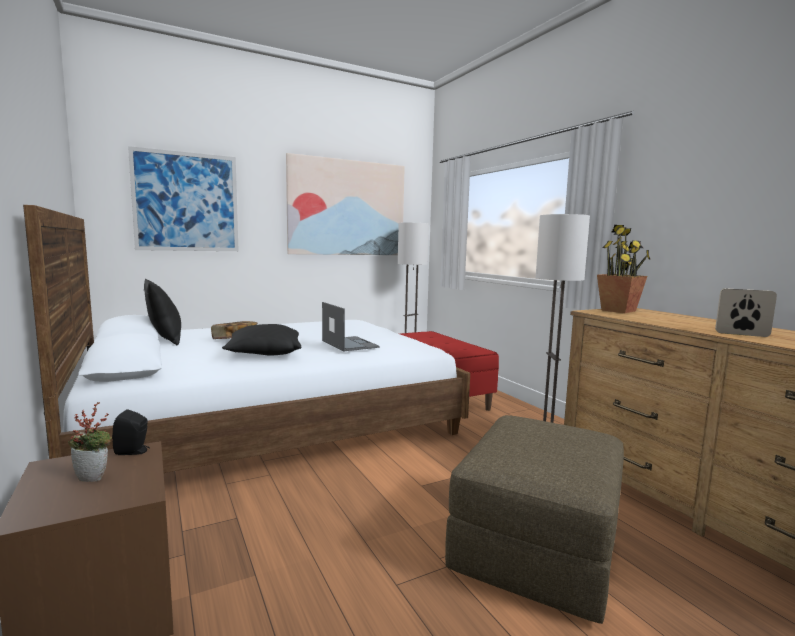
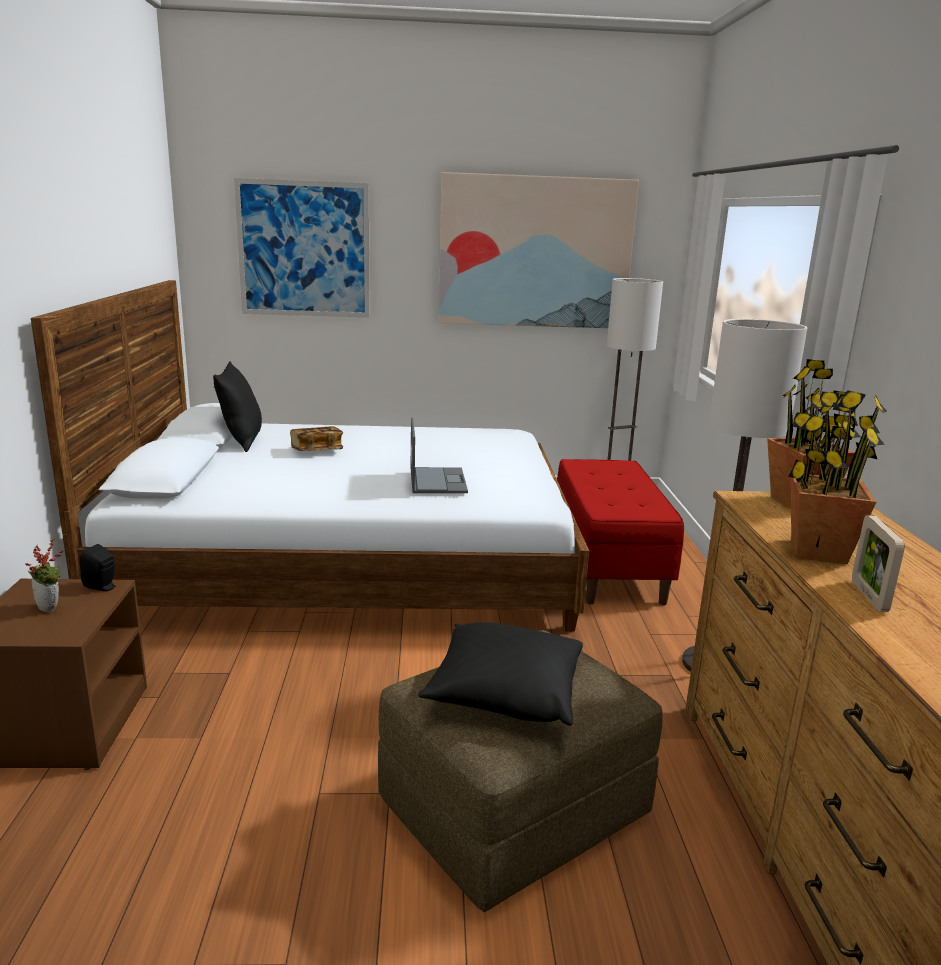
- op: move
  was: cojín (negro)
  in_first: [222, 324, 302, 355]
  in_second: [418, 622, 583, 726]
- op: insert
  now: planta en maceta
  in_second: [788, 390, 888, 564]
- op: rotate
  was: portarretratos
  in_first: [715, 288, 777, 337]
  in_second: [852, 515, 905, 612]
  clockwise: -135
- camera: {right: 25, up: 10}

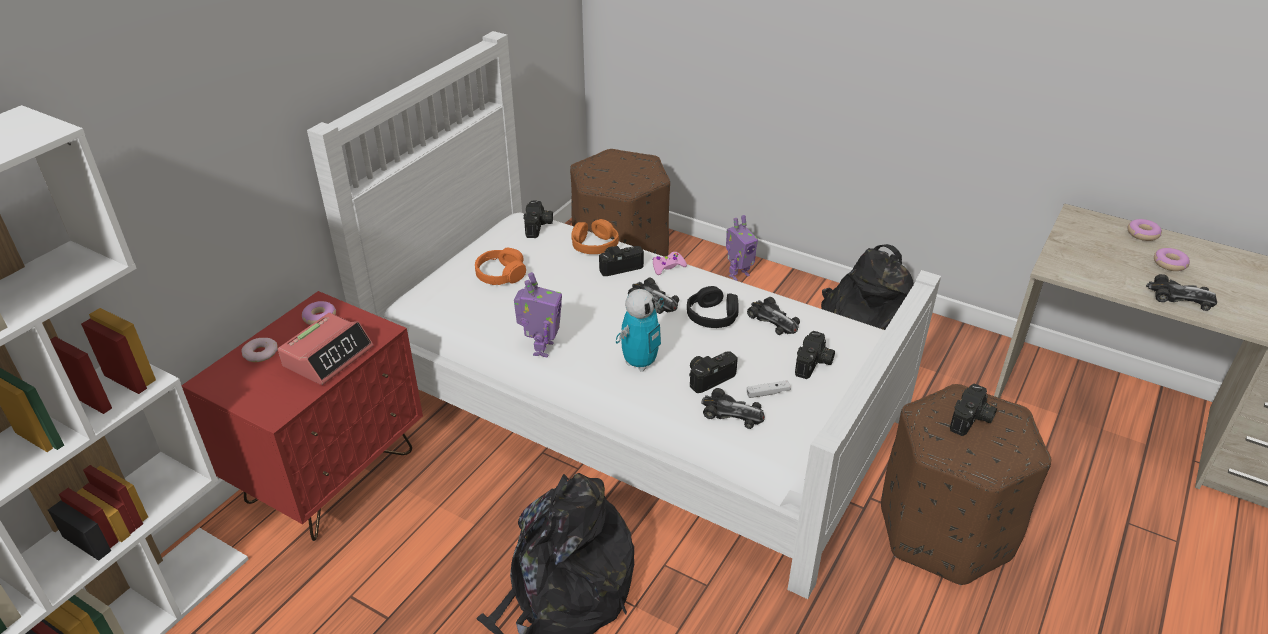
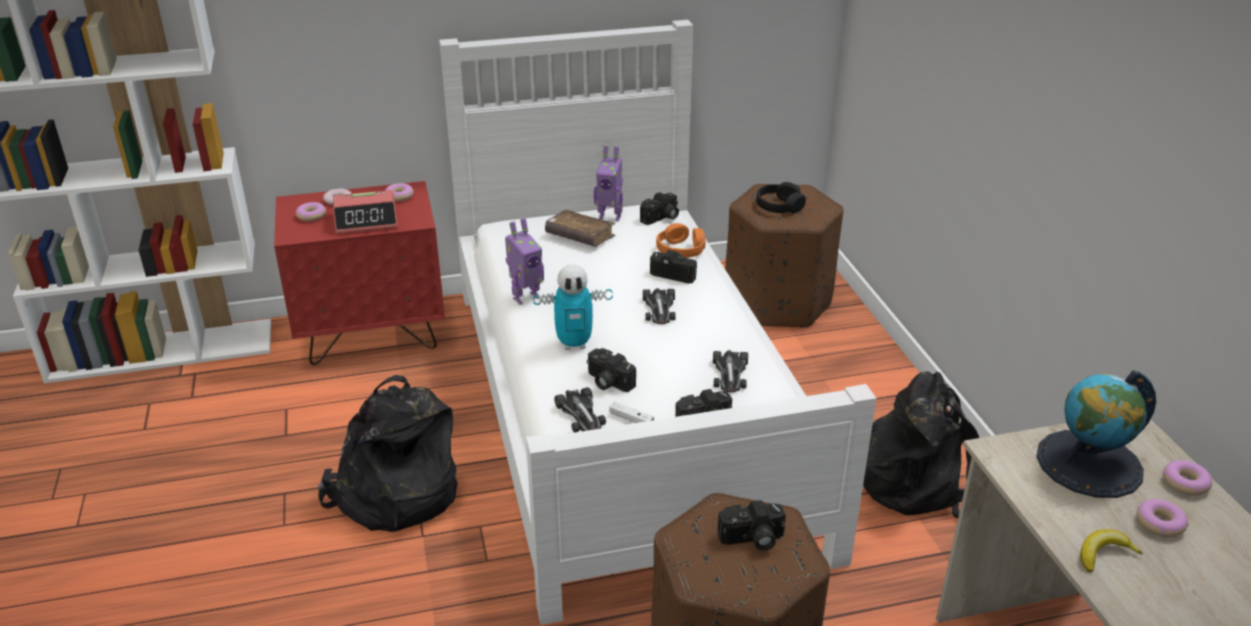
- op: insert
  now: rosquilla
  in_second: [296, 202, 326, 221]
- op: replace
  was: auriculares (naranja)
  now: libro (marrón)
  in_first: [475, 248, 526, 285]
  in_second: [545, 209, 615, 247]
- op: rotate
  was: cámara
  in_first: [689, 351, 738, 393]
  in_second: [587, 348, 636, 392]
  clockwise: -150
- op: move
  was: robot de juguete
  in_first: [726, 215, 758, 281]
  in_second: [594, 145, 623, 222]
- op: move
  was: auriculares (negro)
  in_first: [687, 286, 739, 328]
  in_second: [756, 182, 806, 214]
- op: insert
  now: globo terráqueo
  in_second: [1036, 370, 1156, 498]
- op: replace
  was: coche de juguete
  now: plátano
  in_first: [1146, 274, 1217, 311]
  in_second: [1080, 529, 1143, 572]
- op: delete
  was: mando de consola (rosa)
  in_first: [653, 252, 687, 275]
- camera: {right: 45, up: -5}

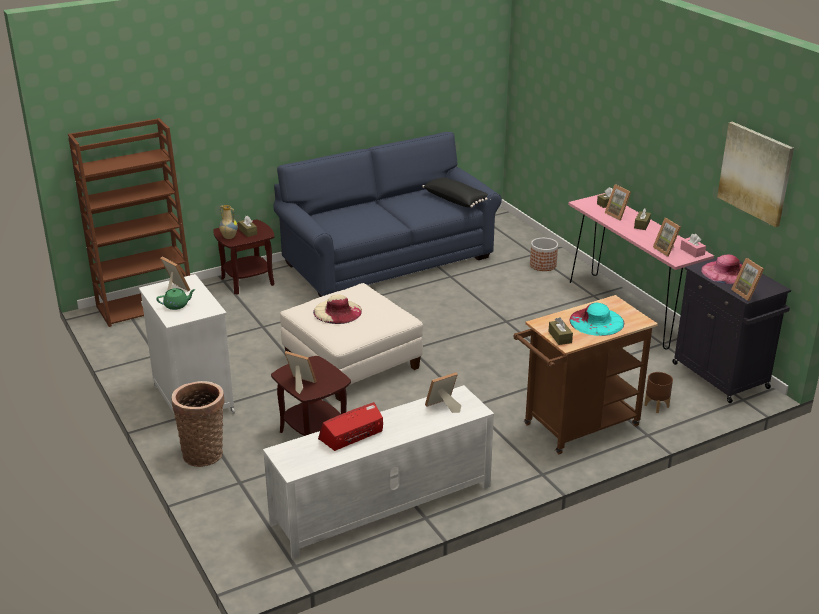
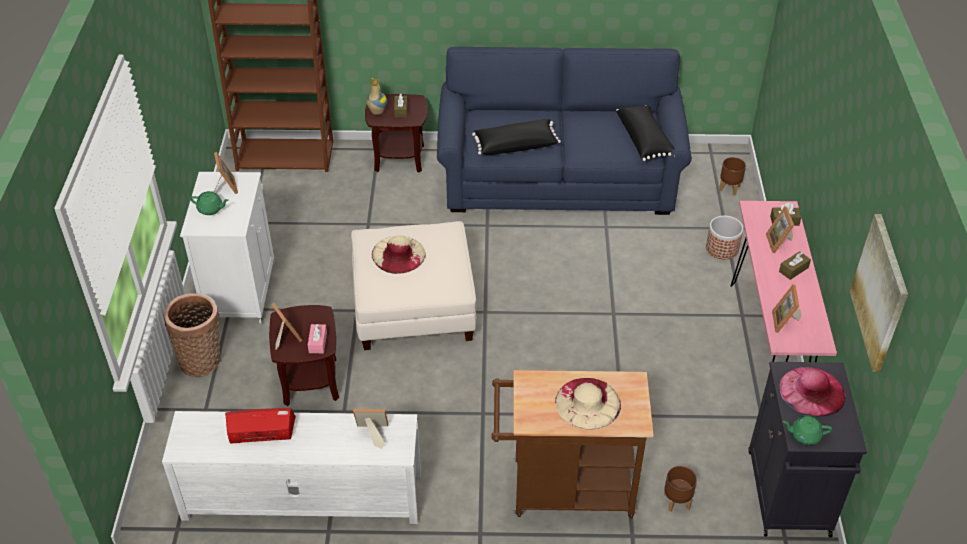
- op: move
  was: caja de pañuelos (rosa)
  in_first: [680, 234, 706, 257]
  in_second: [308, 324, 327, 353]
- op: insert
  now: cojín (negro)
  in_second: [472, 119, 561, 155]
- op: recolor
  was: sombrero (turquesa)
  now: sombrero (beis)
  in_first: [569, 303, 624, 336]
  in_second: [555, 378, 621, 430]
- op: insert
  now: maceta (marrón)
  in_second: [719, 157, 746, 195]
- op: replace
  was: portarretratos
  now: tetera (verde)
  in_first: [731, 258, 764, 301]
  in_second: [782, 415, 832, 445]
- op: delete
  was: caja de pañuelos (marrón)
  in_first: [548, 317, 573, 345]
- camera: {right: 30, up: 15}

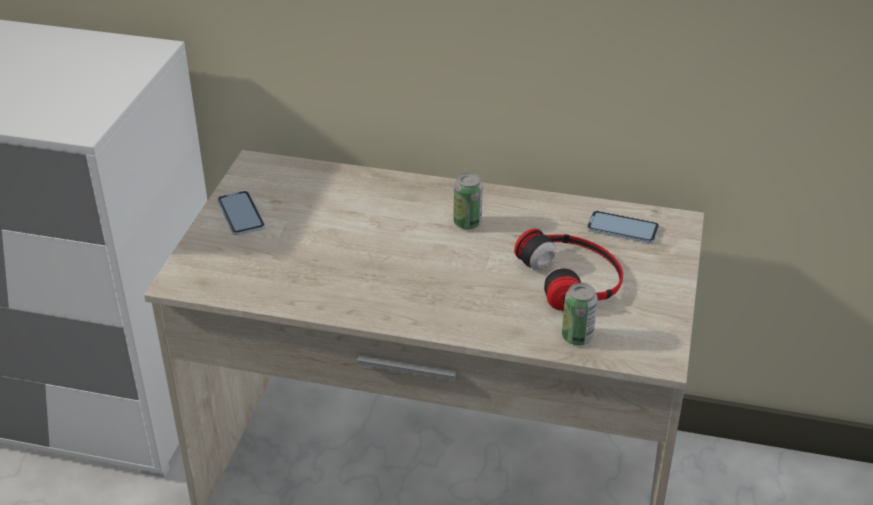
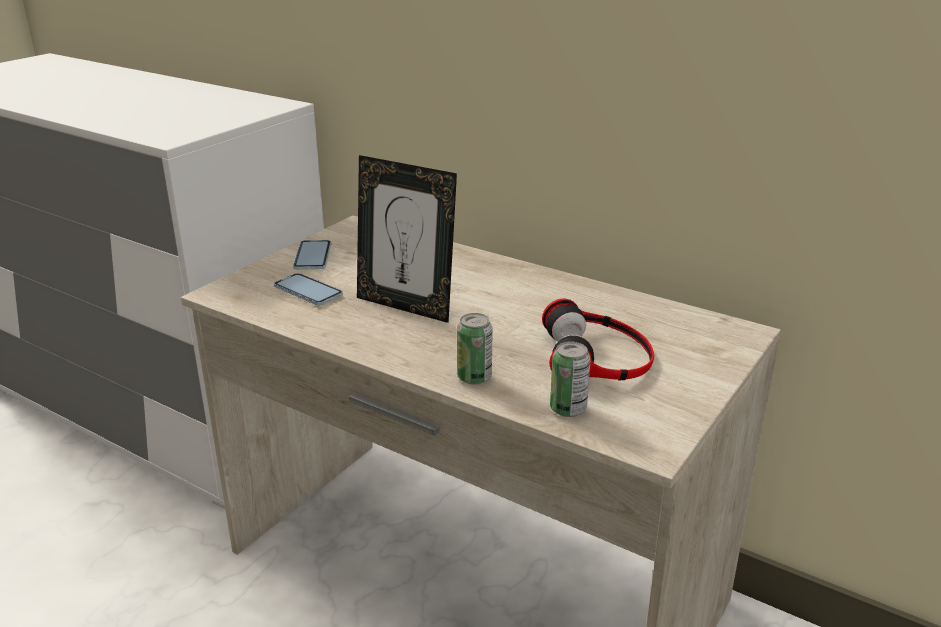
- op: move
  was: móvil
  in_first: [587, 211, 659, 244]
  in_second: [274, 273, 343, 305]
- op: insert
  now: portarretratos
  in_second: [357, 155, 457, 323]
- op: move
  was: lata
  in_first: [453, 173, 483, 230]
  in_second: [457, 313, 493, 384]
- camera: {right: 20, up: -10}

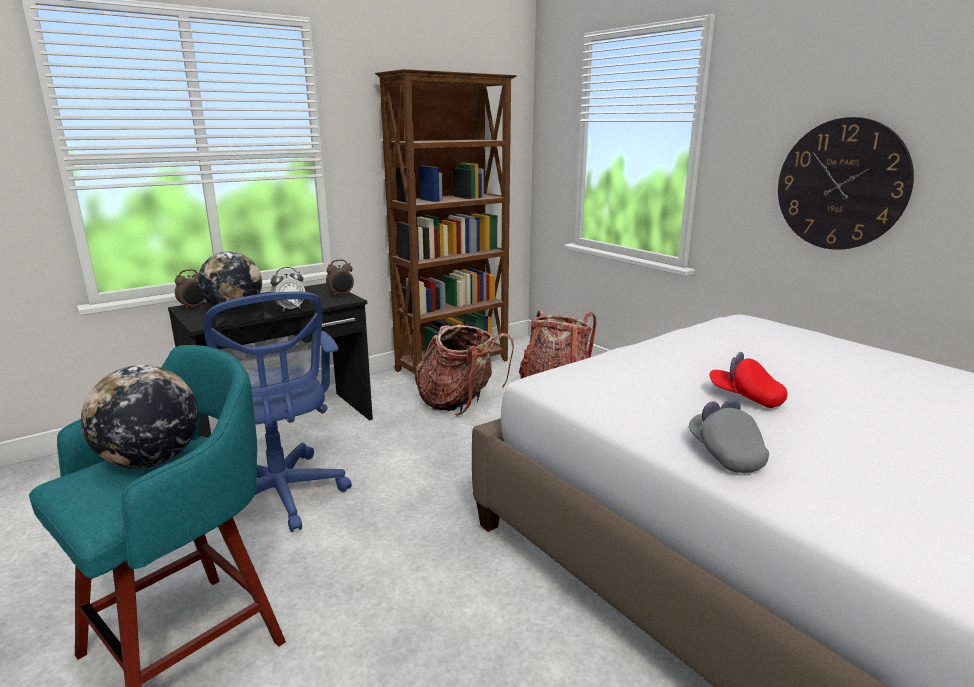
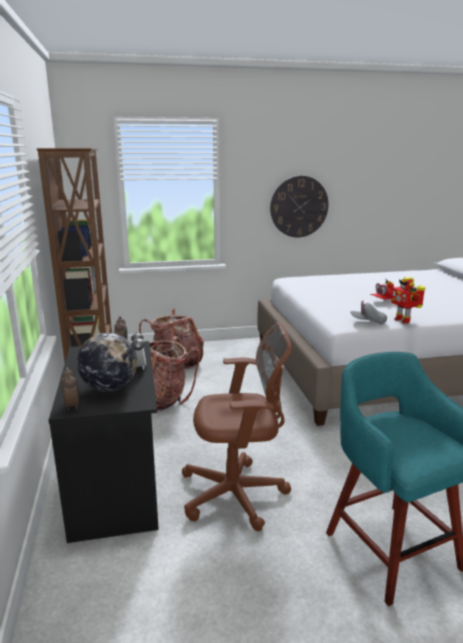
- op: recolor
  was: silla de oficina (azul)
  now: silla de oficina (marrón)
  in_first: [204, 292, 352, 532]
  in_second: [182, 322, 292, 531]
- op: move
  was: gorra (gris)
  in_first: [689, 399, 769, 473]
  in_second: [350, 300, 387, 324]
- op: insert
  now: robot de juguete
  in_second: [385, 277, 425, 324]
- op: delete
  was: globo terráqueo
  in_first: [81, 365, 198, 469]
- camera: {right: -65, up: 0}

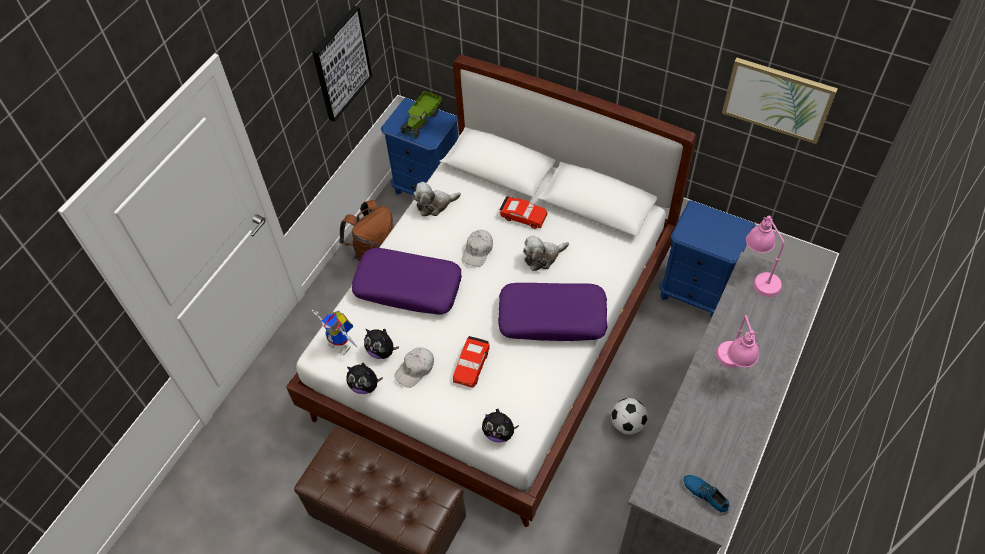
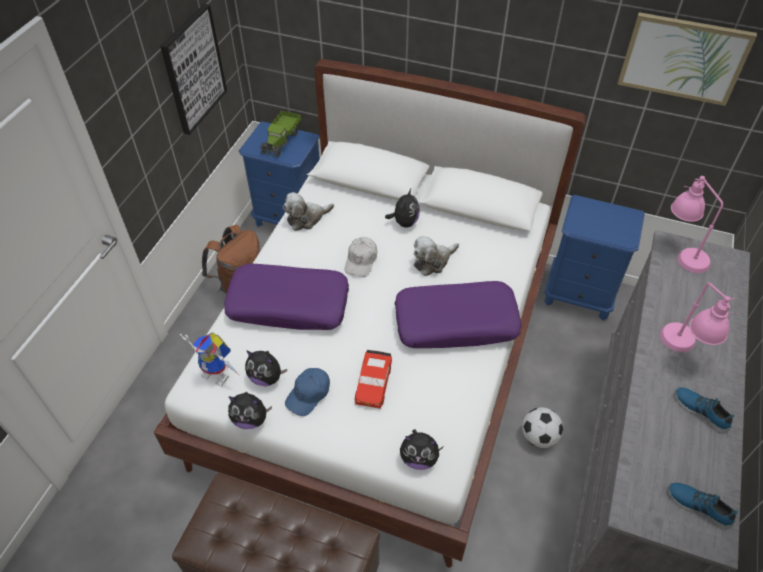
- op: recolor
  was: gorra (blanco)
  now: gorra (azul)
  in_first: [394, 348, 434, 388]
  in_second: [285, 368, 330, 416]
- op: replace
  was: coche de juguete (rojo)
  now: peluche
  in_first: [499, 196, 548, 229]
  in_second: [385, 189, 420, 227]
- op: insert
  now: zapato
  in_second: [675, 387, 734, 433]
- camera: {right: -10, up: -5}

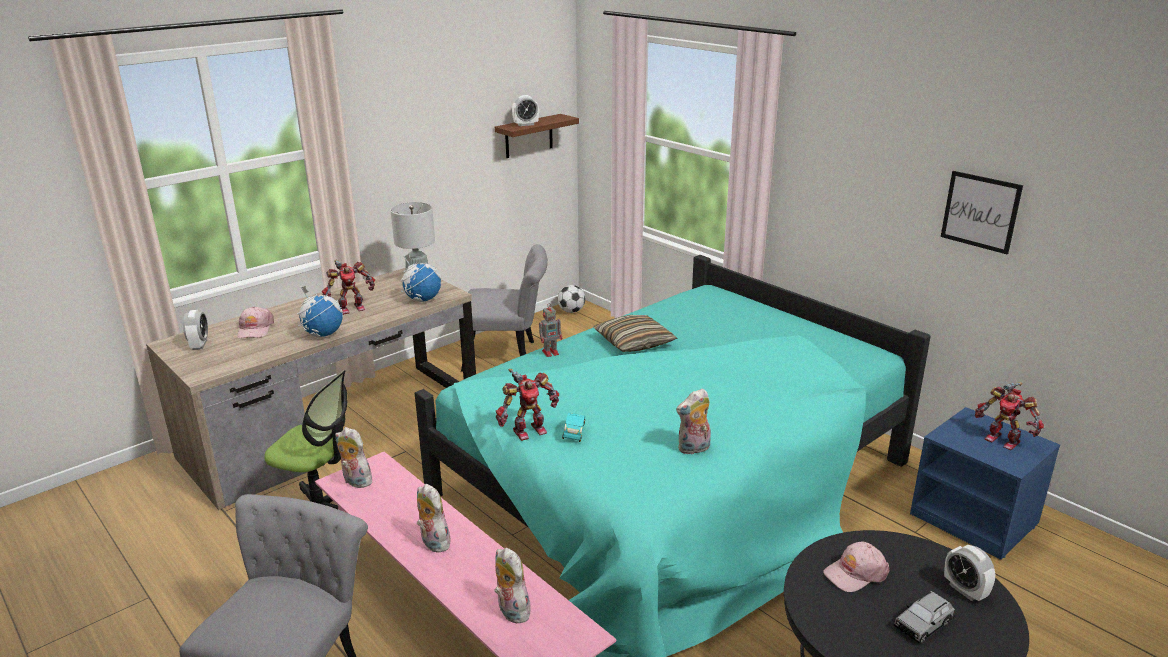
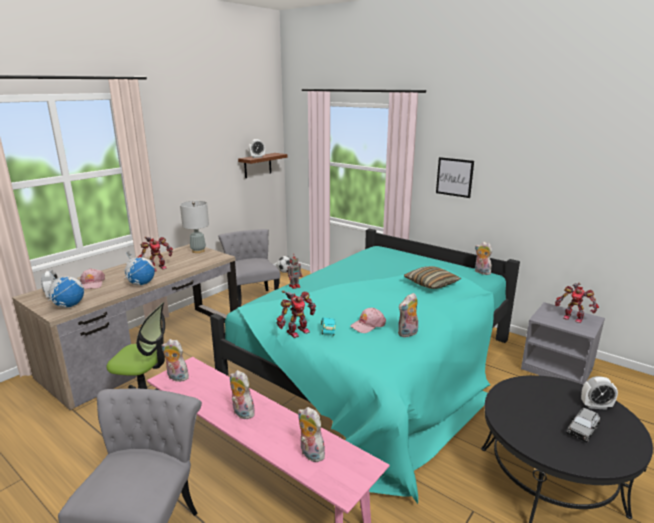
- op: move
  was: globo terráqueo
  in_first: [400, 254, 441, 302]
  in_second: [47, 270, 84, 308]
- op: rotate
  was: silla (gris)
  in_first: [461, 244, 548, 372]
  in_second: [218, 229, 280, 307]
  clockwise: -105
- op: move
  was: gorra (rosa)
  in_first: [823, 542, 889, 592]
  in_second: [350, 308, 386, 333]
- op: move
  was: cojín
  in_first: [593, 315, 678, 352]
  in_second: [404, 266, 462, 289]
- op: move
  was: cuadro
  in_first: [941, 171, 1023, 254]
  in_second: [436, 157, 474, 198]
- op: insert
  now: peluche
  in_second: [475, 242, 492, 275]
- op: recolor
  was: mesita de noche (azul)
  now: mesita de noche (gris)
  in_first: [910, 407, 1060, 560]
  in_second: [521, 302, 605, 385]
- op: rotate
  was: despertador
  in_first: [944, 545, 995, 601]
  in_second: [581, 376, 618, 410]
  clockwise: -45
- camera: {right: -10, up: -5}

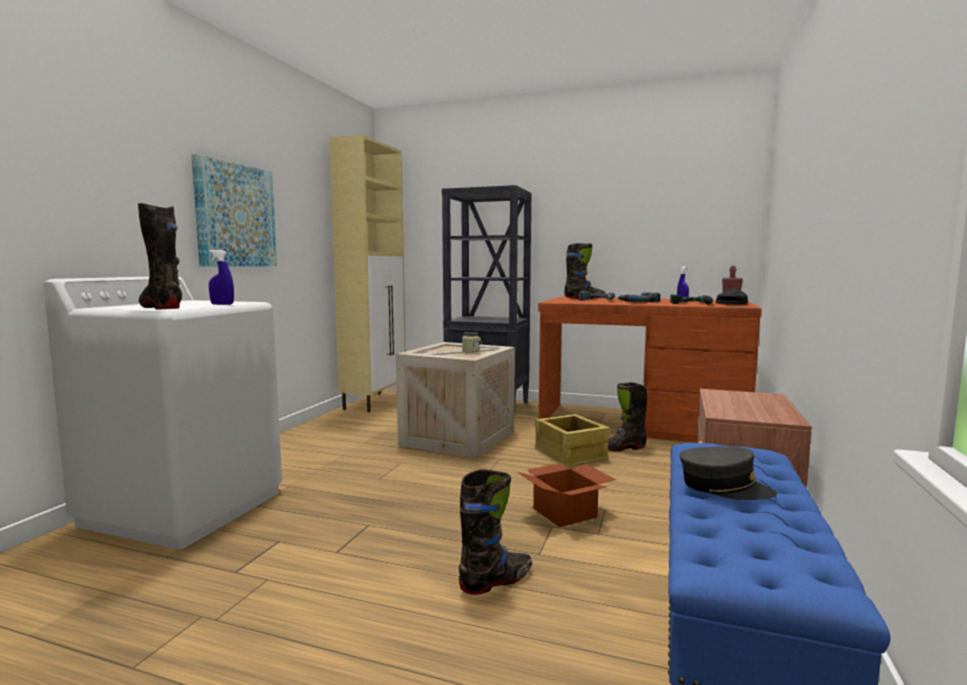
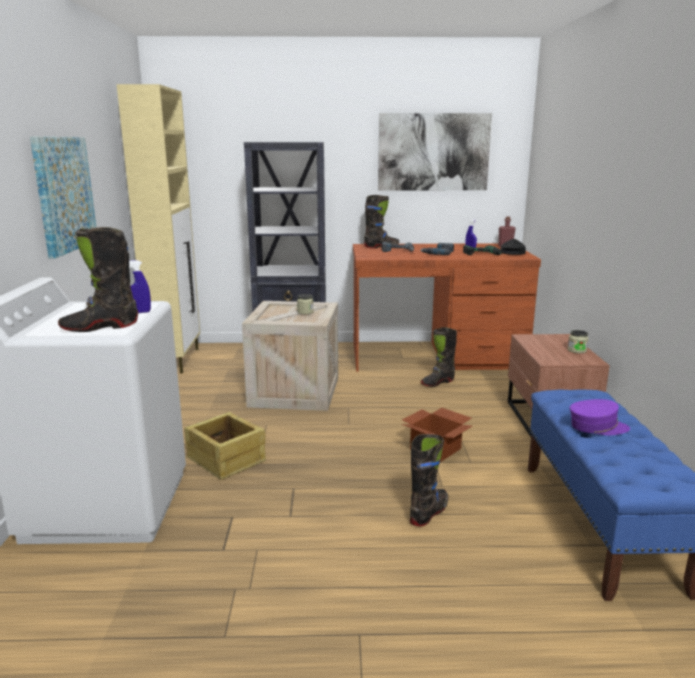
- op: rotate
  was: bota (negro)
  in_first: [138, 203, 182, 310]
  in_second: [58, 227, 138, 332]
  clockwise: -45
- op: move
  was: caja de embalaje
  in_first: [535, 414, 610, 467]
  in_second: [184, 412, 266, 480]
- op: insert
  now: cuadro
  in_second: [378, 113, 492, 190]
- op: insert
  now: tarro
  in_second: [568, 330, 588, 353]
- op: recolor
  was: gorra (gris)
  now: gorra (morado)
  in_first: [679, 447, 777, 500]
  in_second: [570, 399, 630, 435]
- camera: {right: -20, up: 10}

